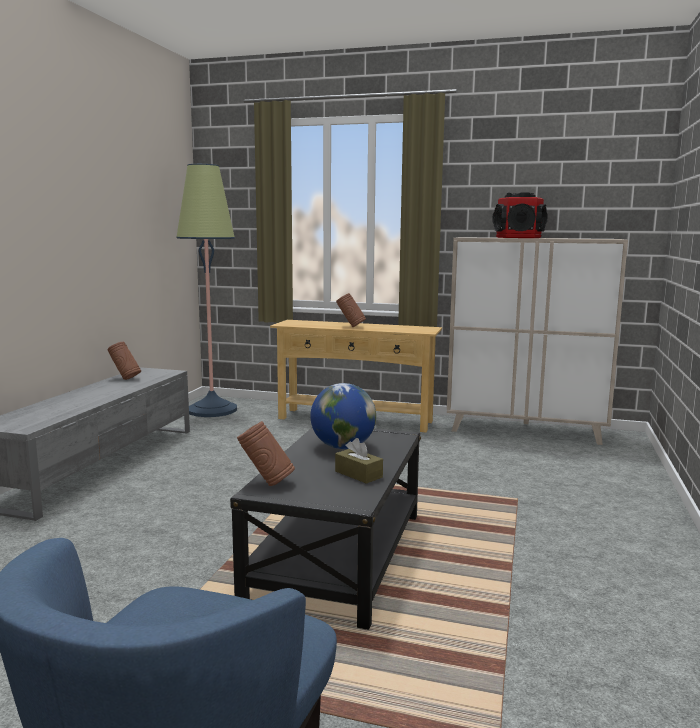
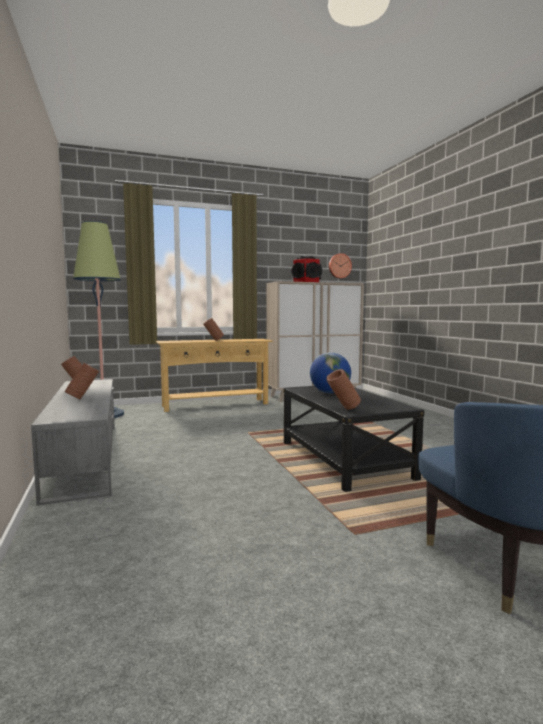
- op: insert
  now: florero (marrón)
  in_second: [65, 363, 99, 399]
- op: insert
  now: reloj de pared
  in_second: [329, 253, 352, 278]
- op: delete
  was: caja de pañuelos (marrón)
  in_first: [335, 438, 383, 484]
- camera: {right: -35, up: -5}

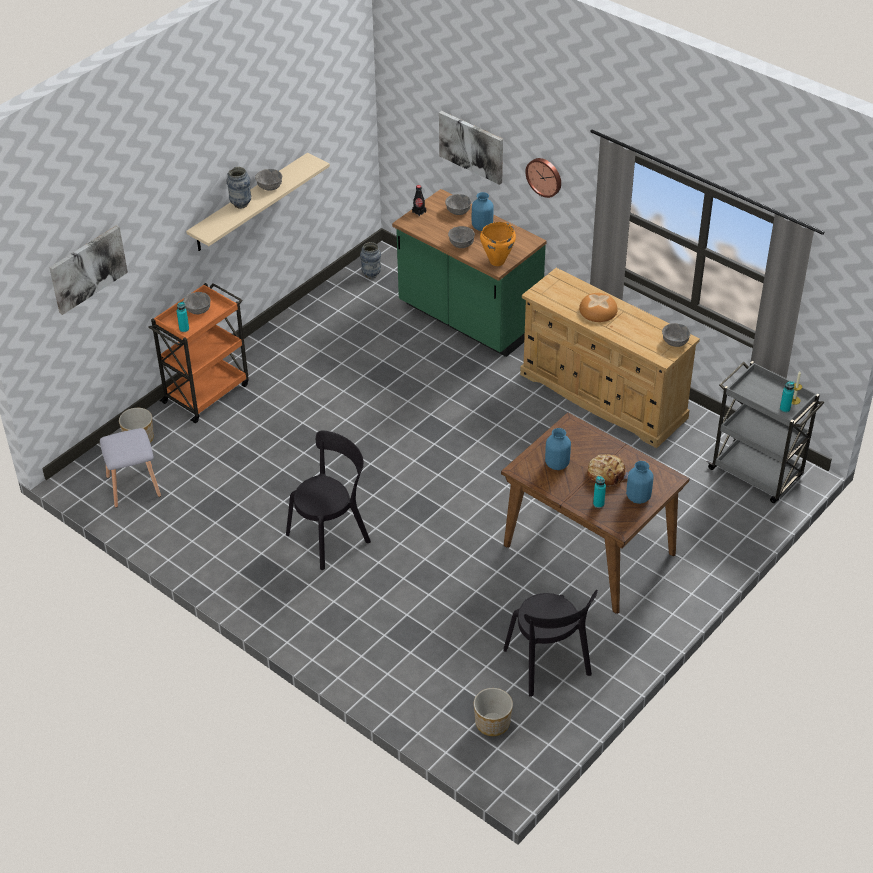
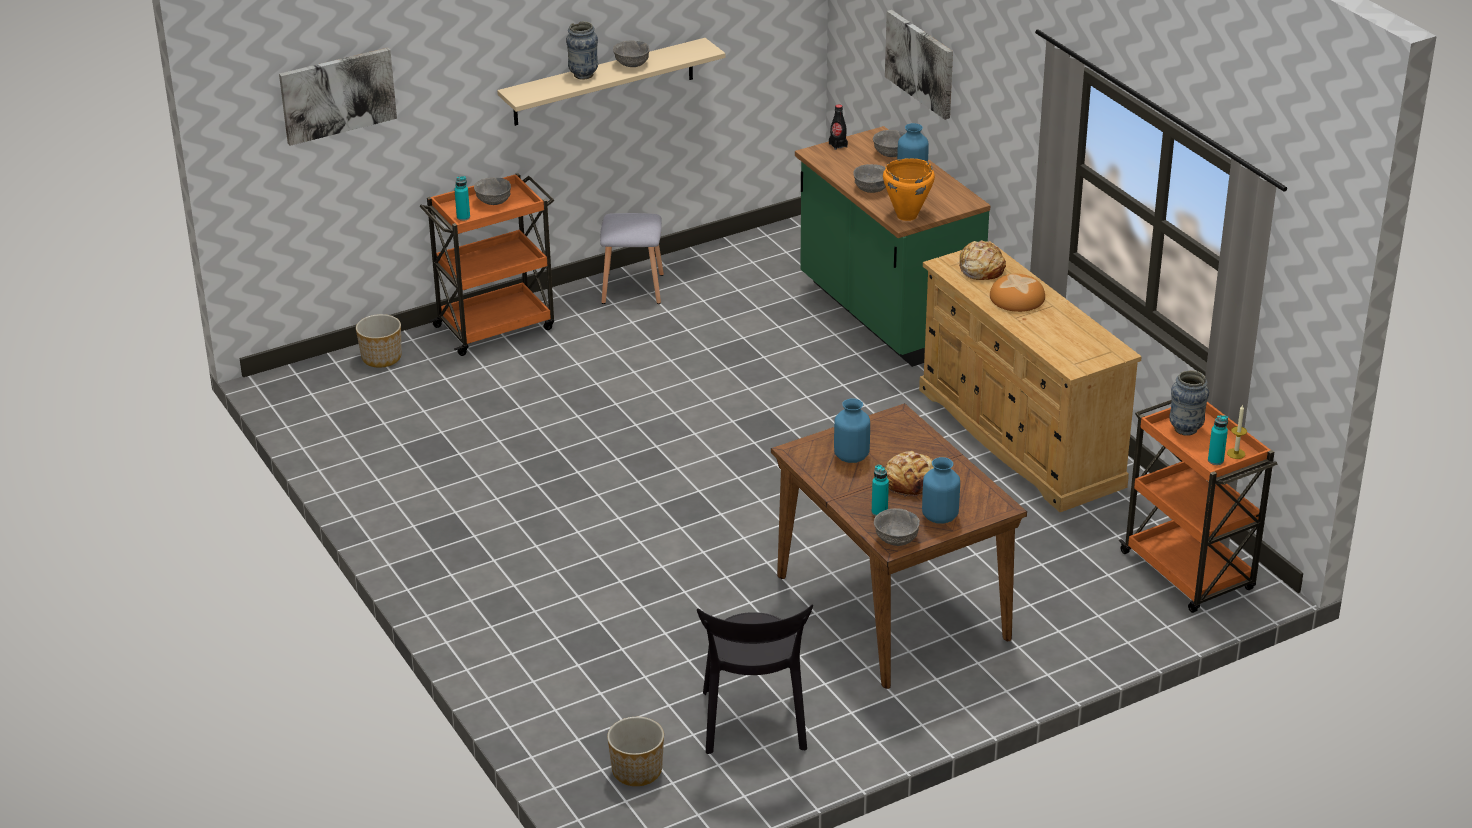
- op: move
  was: taburete (gris)
  in_first: [100, 428, 161, 508]
  in_second: [600, 213, 664, 304]
- op: move
  was: cuenco (gris)
  in_first: [662, 323, 690, 347]
  in_second: [874, 508, 920, 546]
- op: insert
  now: pan
  in_second: [957, 240, 1006, 280]
- op: recolor
  was: carrito (gris)
  now: carrito (naranja)
  in_first: [706, 361, 824, 503]
  in_second: [1119, 400, 1277, 613]
- op: move
  was: florero
  in_first: [360, 242, 381, 279]
  in_second: [1169, 370, 1209, 436]
- op: delete
  was: silla (negro)
  in_first: [286, 431, 371, 570]
- op: delete
  was: reloj de pared
  in_first: [525, 158, 561, 198]
- camera: {right: 20, up: -10}

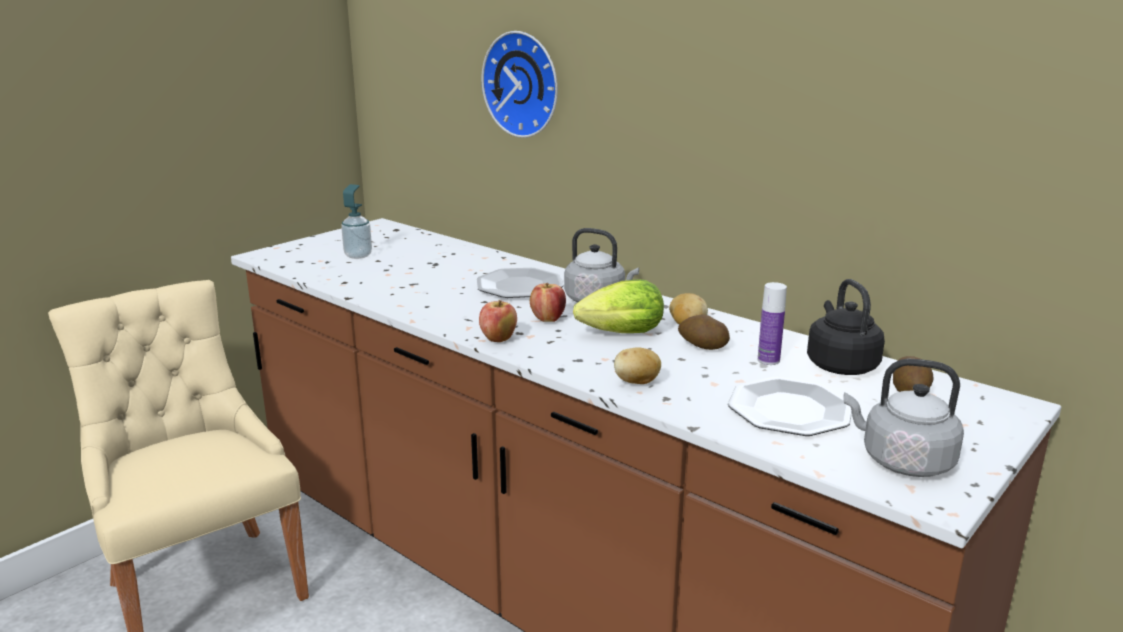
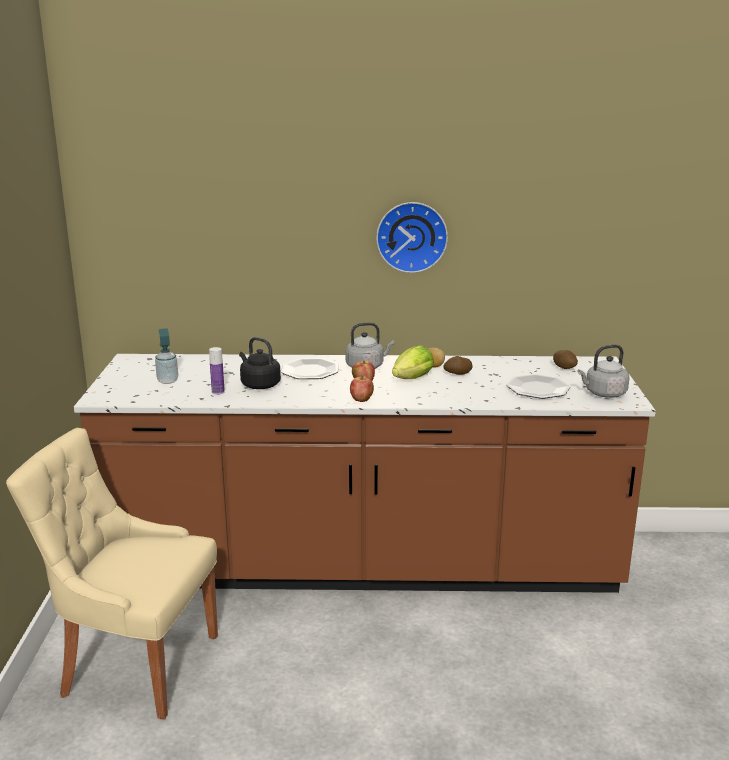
- op: move
  was: botella
  in_first: [758, 282, 787, 365]
  in_second: [209, 347, 225, 395]
- op: move
  was: hervidor (negro)
  in_first: [807, 279, 885, 375]
  in_second: [239, 337, 281, 389]
- op: move
  was: reloj de pared
  in_first: [481, 31, 558, 138]
  in_second: [376, 202, 448, 273]
- op: delete
  was: patata
  in_first: [614, 347, 661, 384]
- camera: {right: -40, up: 0}

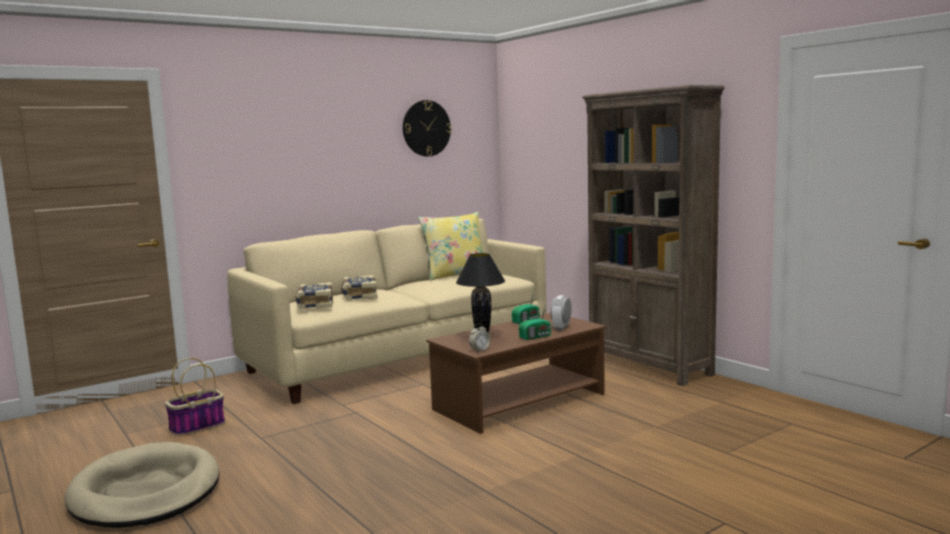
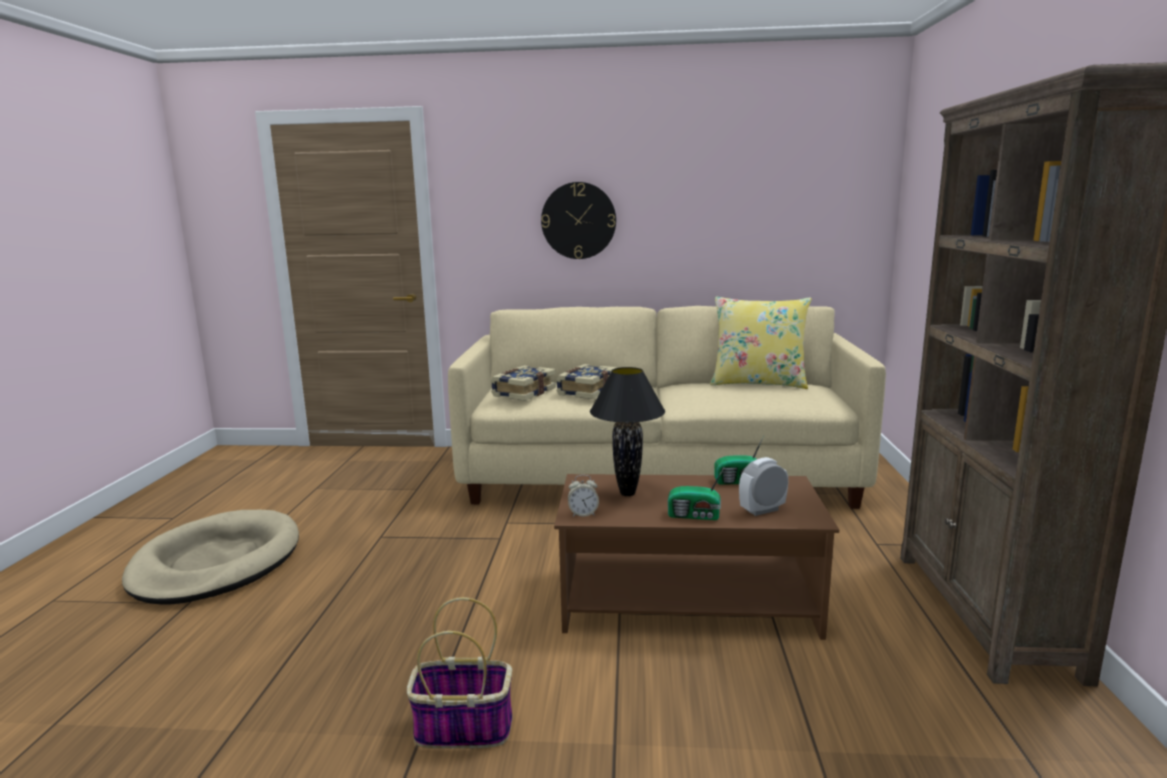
- op: move
  was: cesta
  in_first: [165, 357, 225, 436]
  in_second: [407, 597, 512, 748]
- op: move
  was: reloj de pared
  in_first: [403, 100, 452, 156]
  in_second: [541, 182, 616, 259]
- camera: {right: 40, up: 5}

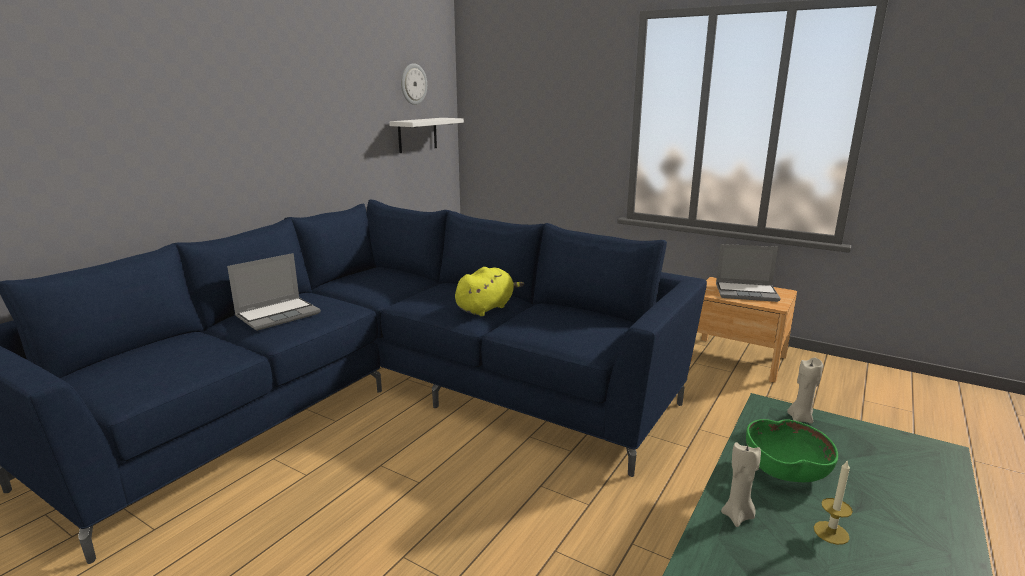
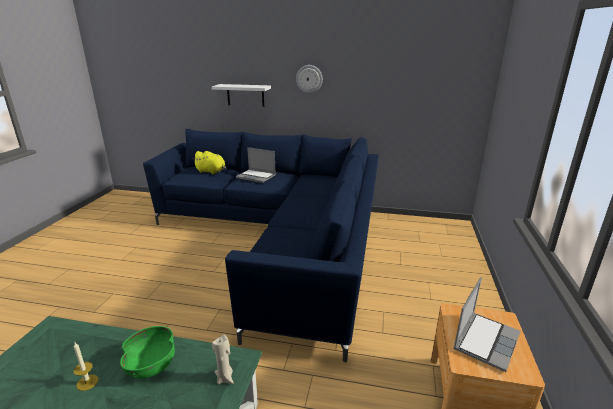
- op: move
  was: peluche (amarillo)
  in_first: [455, 267, 524, 316]
  in_second: [192, 151, 226, 174]
- op: move
  was: estante (blanco)
  in_first: [389, 118, 464, 153]
  in_second: [212, 84, 271, 107]
- op: move
  was: reloj de pared
  in_first: [401, 63, 427, 105]
  in_second: [296, 65, 323, 93]
- op: rotate
  was: portátil
  in_first: [716, 244, 781, 302]
  in_second: [453, 277, 521, 372]
  clockwise: -135
- op: delete
  was: vela (beis)
  in_first: [721, 442, 761, 527]
- camera: {right: 70, up: 5}

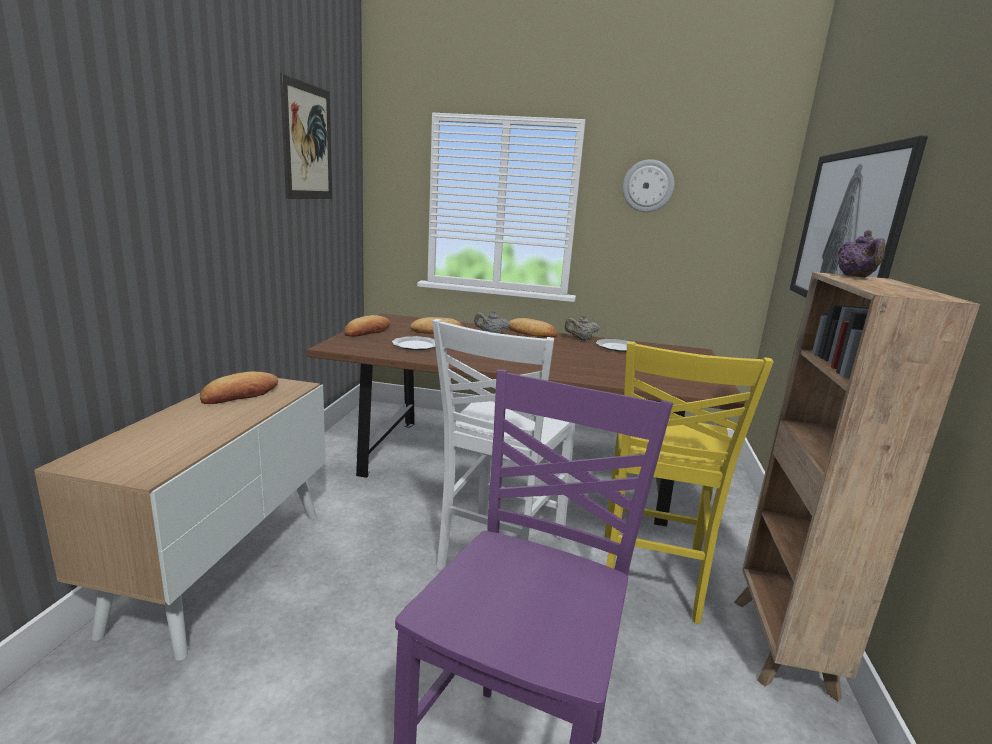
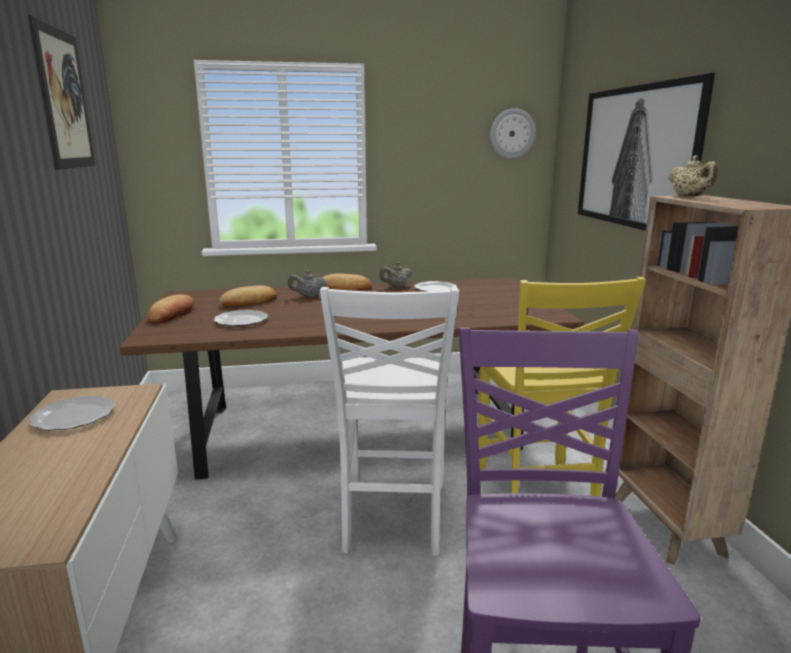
- op: replace
  was: pan
  now: plato
  in_first: [200, 371, 278, 404]
  in_second: [29, 396, 115, 431]
- op: move
  was: reloj de pared
  in_first: [622, 159, 674, 212]
  in_second: [490, 108, 536, 159]
- op: recolor
  was: tetera (morado)
  now: tetera (beis)
  in_first: [838, 230, 886, 277]
  in_second: [668, 155, 717, 197]
- camera: {right: -20, up: 0}

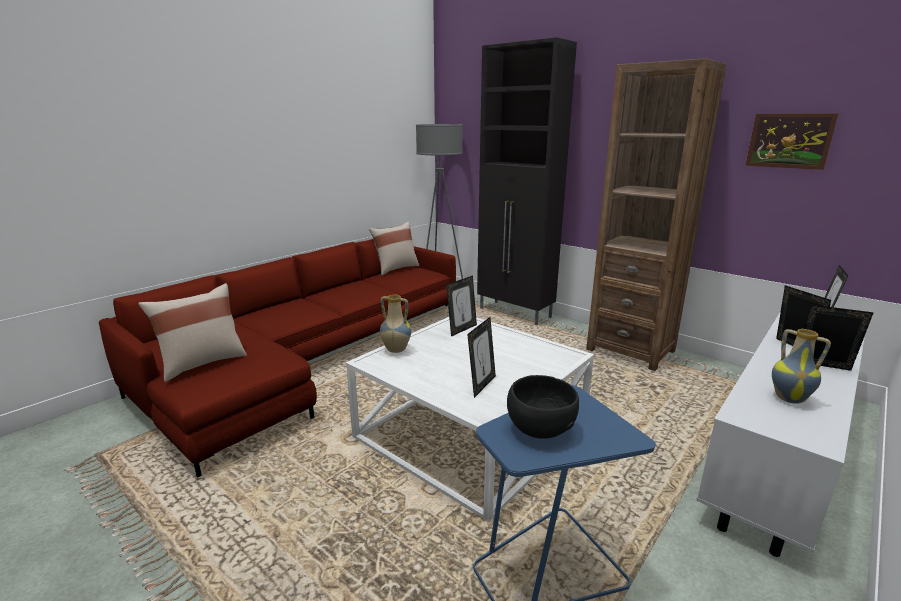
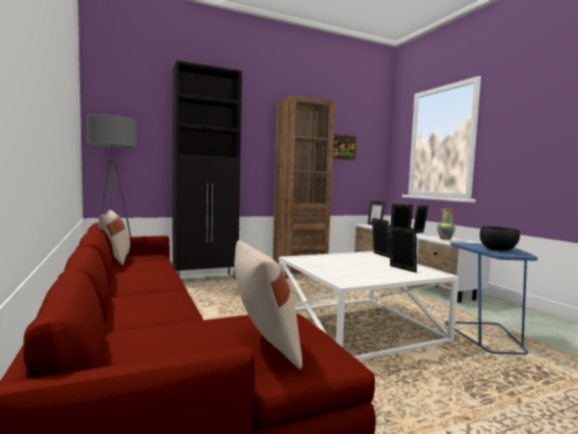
- op: move
  was: portarretratos
  in_first: [446, 275, 477, 337]
  in_second: [372, 218, 390, 258]
- op: delete
  was: florero
  in_first: [380, 295, 411, 353]
- camera: {right: -65, up: -15}

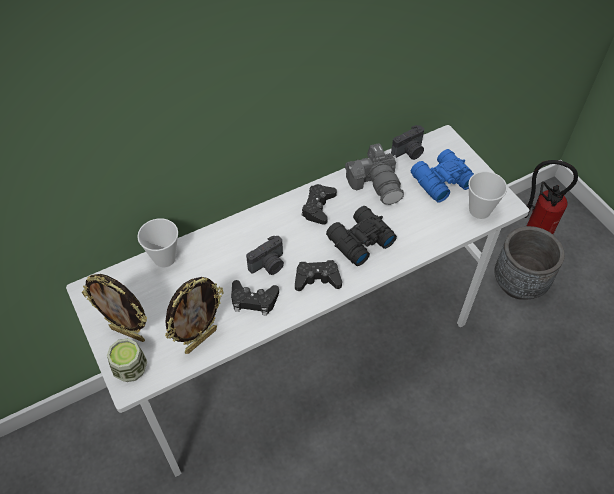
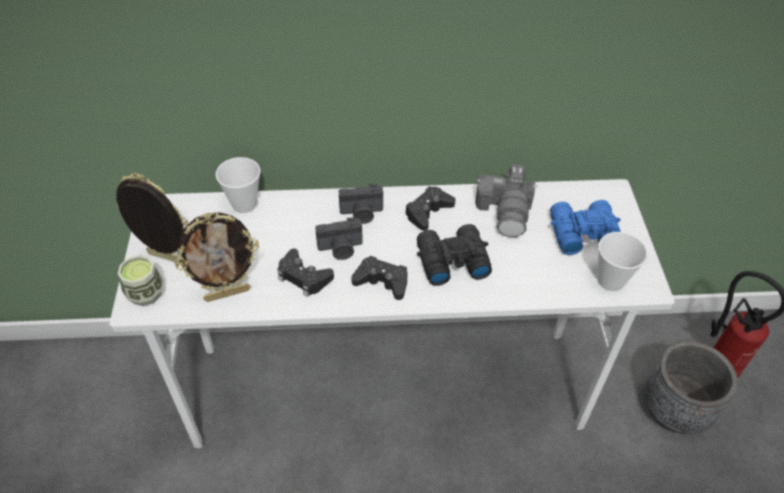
- op: rotate
  was: portarretratos
  in_first: [82, 274, 147, 342]
  in_second: [116, 173, 188, 263]
  clockwise: 150
- op: move
  was: cámara
  in_first: [391, 125, 424, 160]
  in_second: [339, 184, 383, 224]
- camera: {right: 25, up: -5}

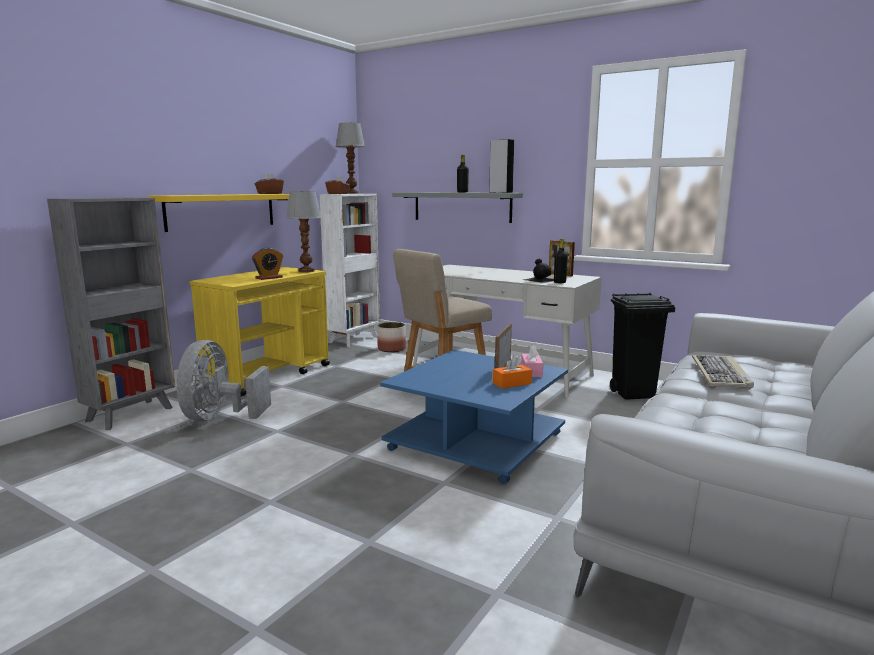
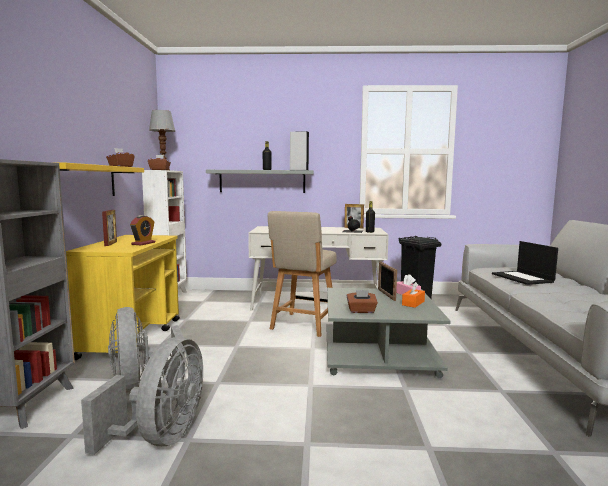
- op: insert
  now: ventilador (gris)
  in_second: [81, 337, 203, 455]
- op: insert
  now: portarretratos
  in_second: [102, 210, 117, 246]
- op: recolor
  was: mesa de centro (azul)
  now: mesa de centro (gris)
  in_first: [380, 350, 568, 484]
  in_second: [326, 288, 451, 378]
- op: insert
  now: caja de pañuelos (marrón)
  in_second: [347, 290, 378, 313]
- op: replace
  was: teclado
  now: portátil
  in_first: [692, 355, 754, 390]
  in_second: [492, 241, 558, 285]
- op: delete
  was: lámpara de mesa
  in_first: [286, 191, 322, 272]
- op: delete
  was: maceta
  in_first: [377, 322, 406, 352]
- camera: {right: -30, up: -5}

